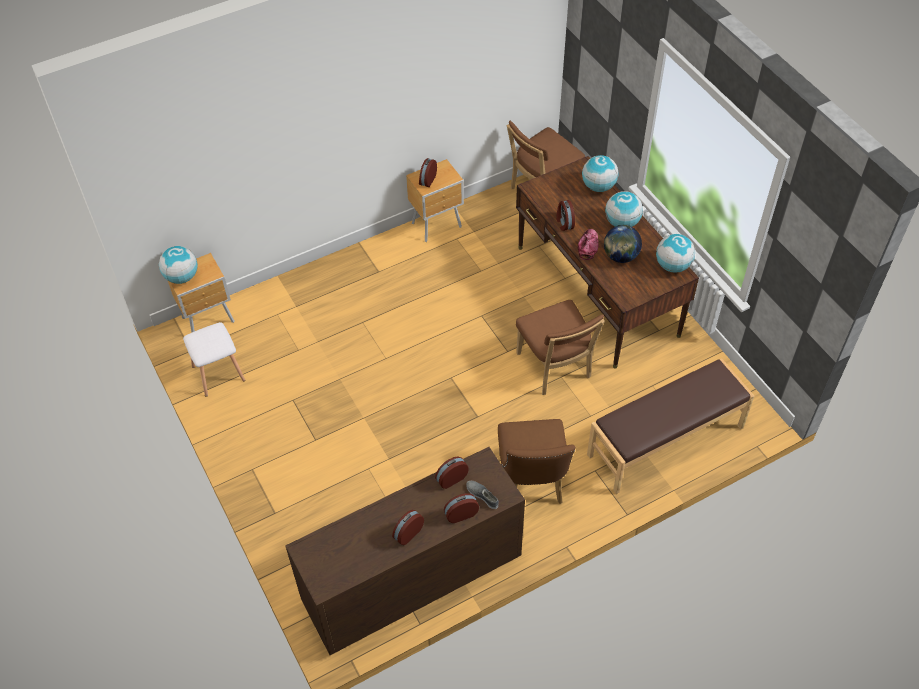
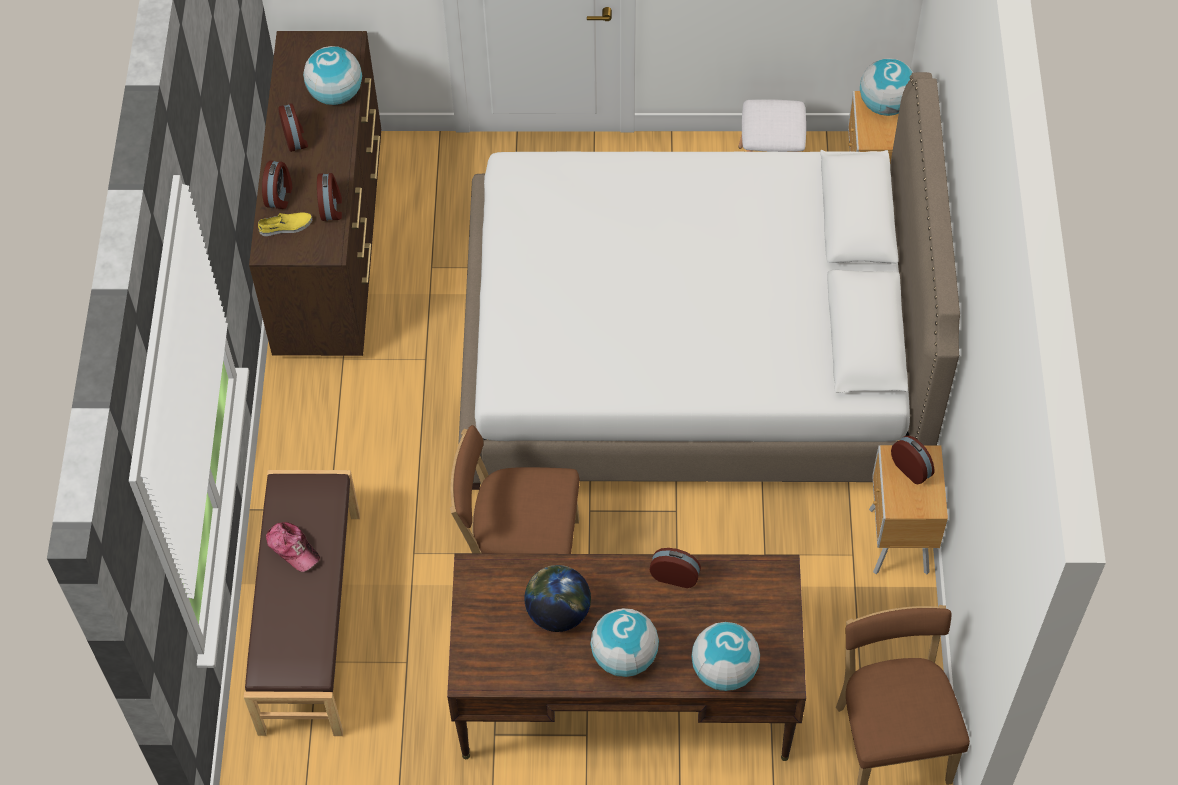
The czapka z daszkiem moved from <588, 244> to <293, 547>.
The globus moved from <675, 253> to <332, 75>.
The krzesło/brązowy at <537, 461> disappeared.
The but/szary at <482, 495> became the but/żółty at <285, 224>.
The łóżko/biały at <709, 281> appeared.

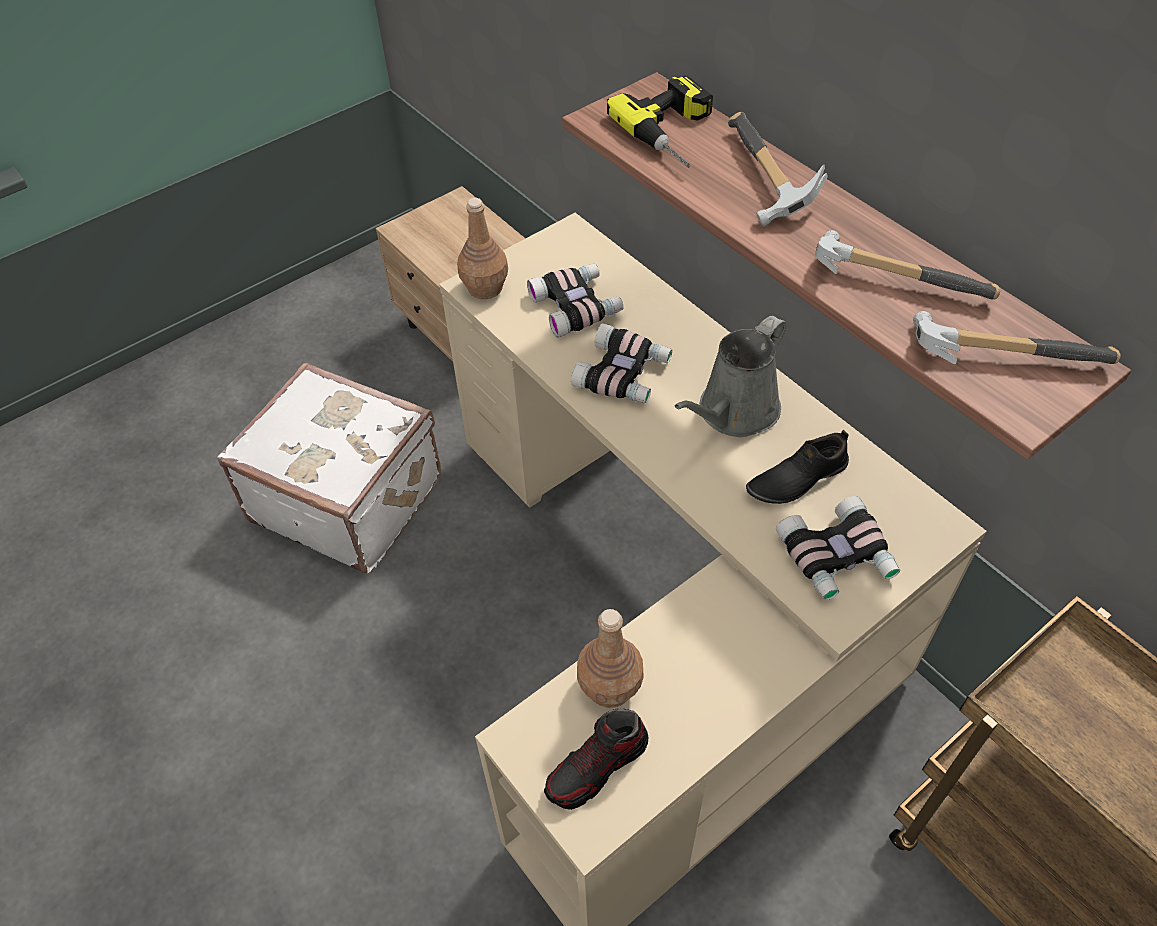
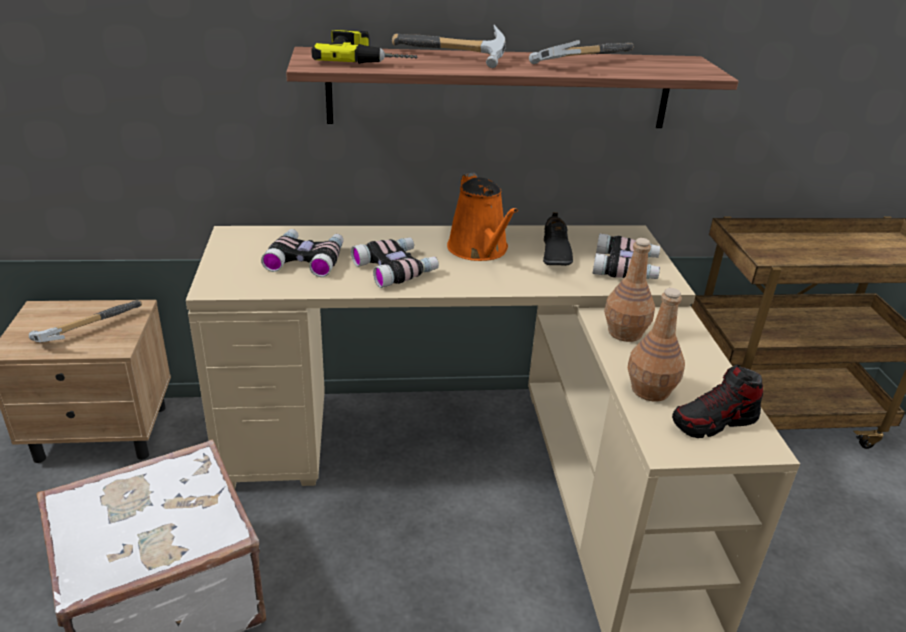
The butelka/brązowy moved from <482, 248> to <629, 290>.
The młotek moved from <1017, 337> to <85, 321>.
The konewka/szary at <730, 376> became the konewka/pomarańczowy at <482, 217>.
The but at <596, 759> turned 75 degrees clockwise.

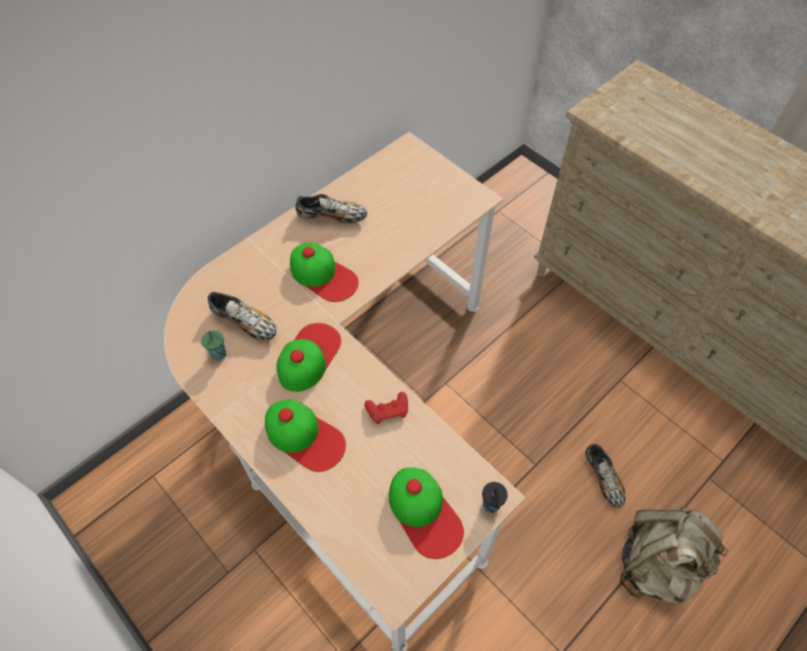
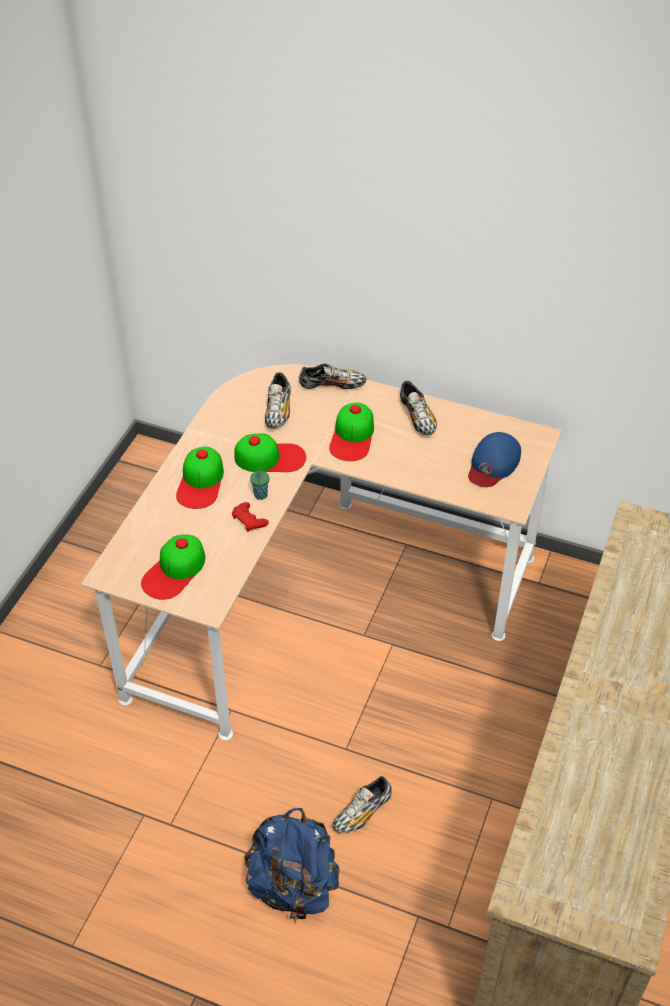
The filiżanka/zielony moved from <213, 345> to <259, 484>.
The filiżanka/czarny at <495, 497> disappeared.
The plecak/beżowy at <674, 555> became the plecak/niebieski at <291, 866>.
The but at <332, 376> appeared.
The czapka z daszkiem/niebieski at <494, 459> appeared.

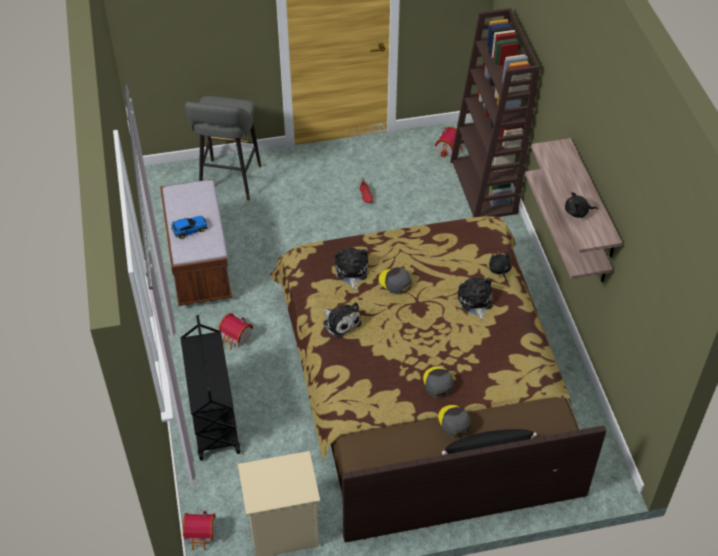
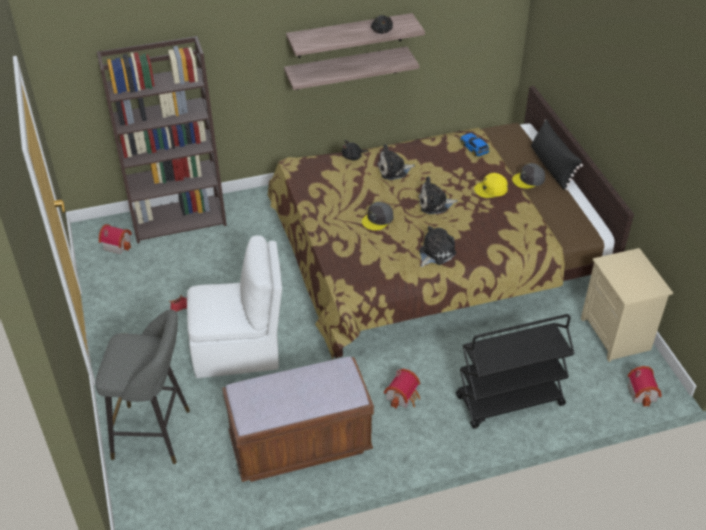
The samochodzik moved from <189, 227> to <474, 145>.
The pluszak moved from <351, 268> to <438, 195>.
The czapka z daszkiem/szary at <438, 382> became the czapka z daszkiem/żółty at <491, 185>.
The krzesło/biały at <234, 306> appeared.

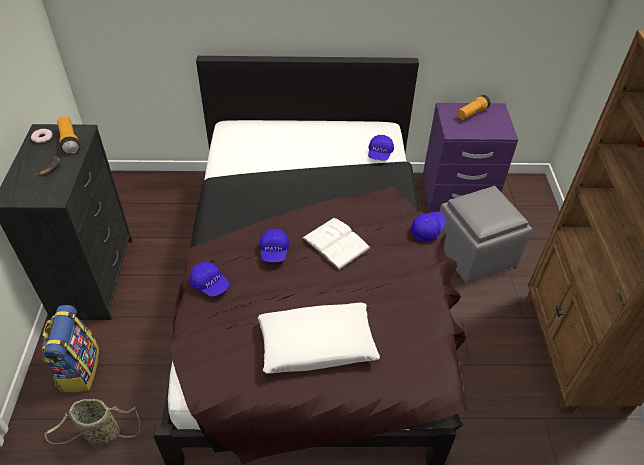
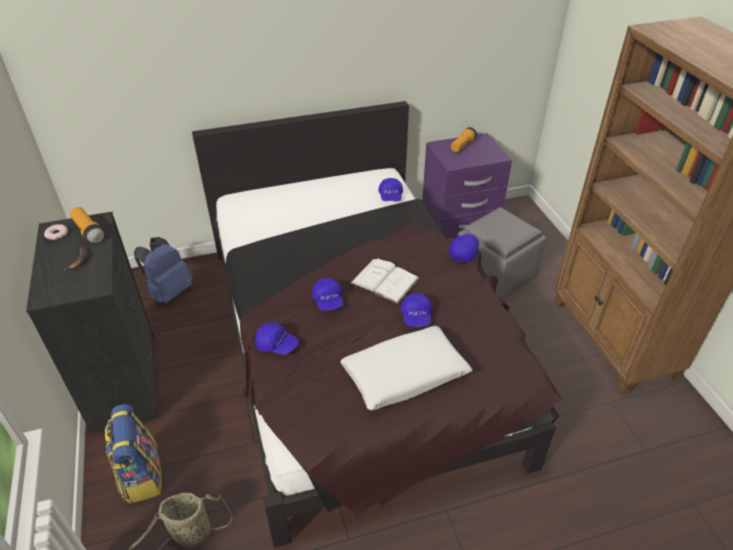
The plecak/niebieski at <163, 270> appeared.
The czapka z daszkiem/niebieski at <416, 310> appeared.

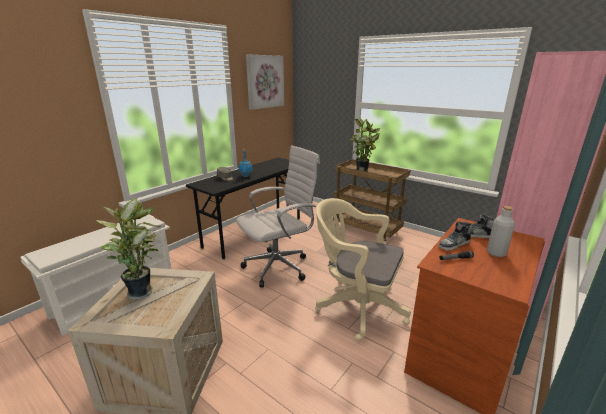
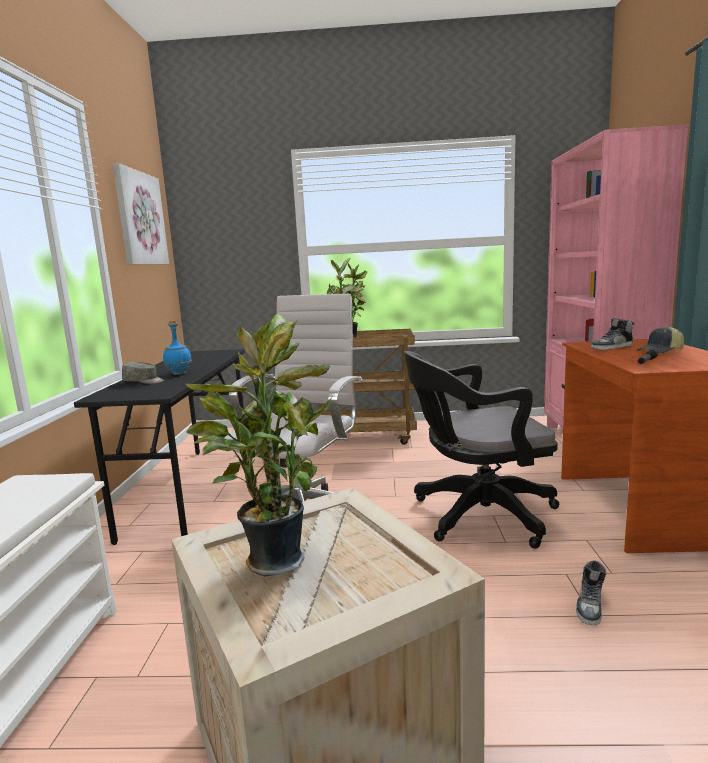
The krzesło biurowe/beżowy at <363, 269> became the krzesło biurowe/czarny at <481, 450>.
The butelka/szary at <501, 231> was replaced by the czapka z daszkiem at <660, 339>.
The but moved from <456, 236> to <591, 593>.

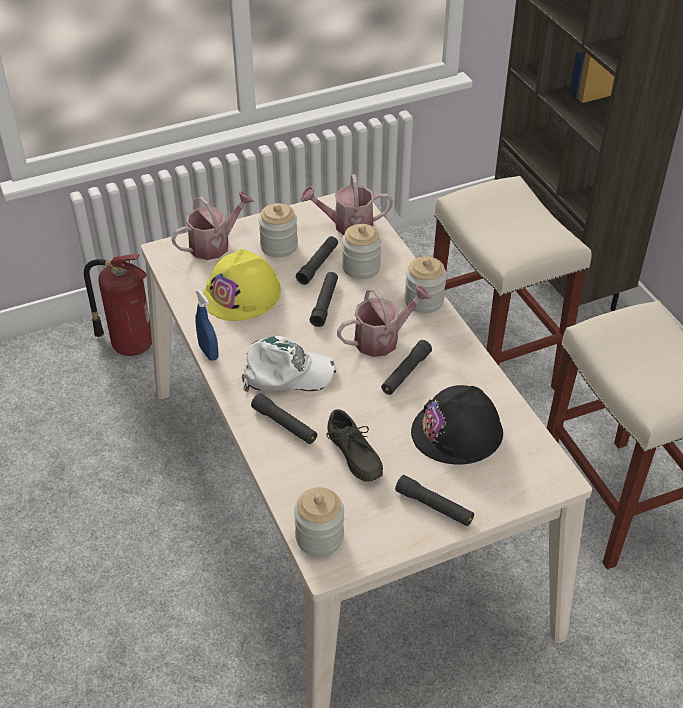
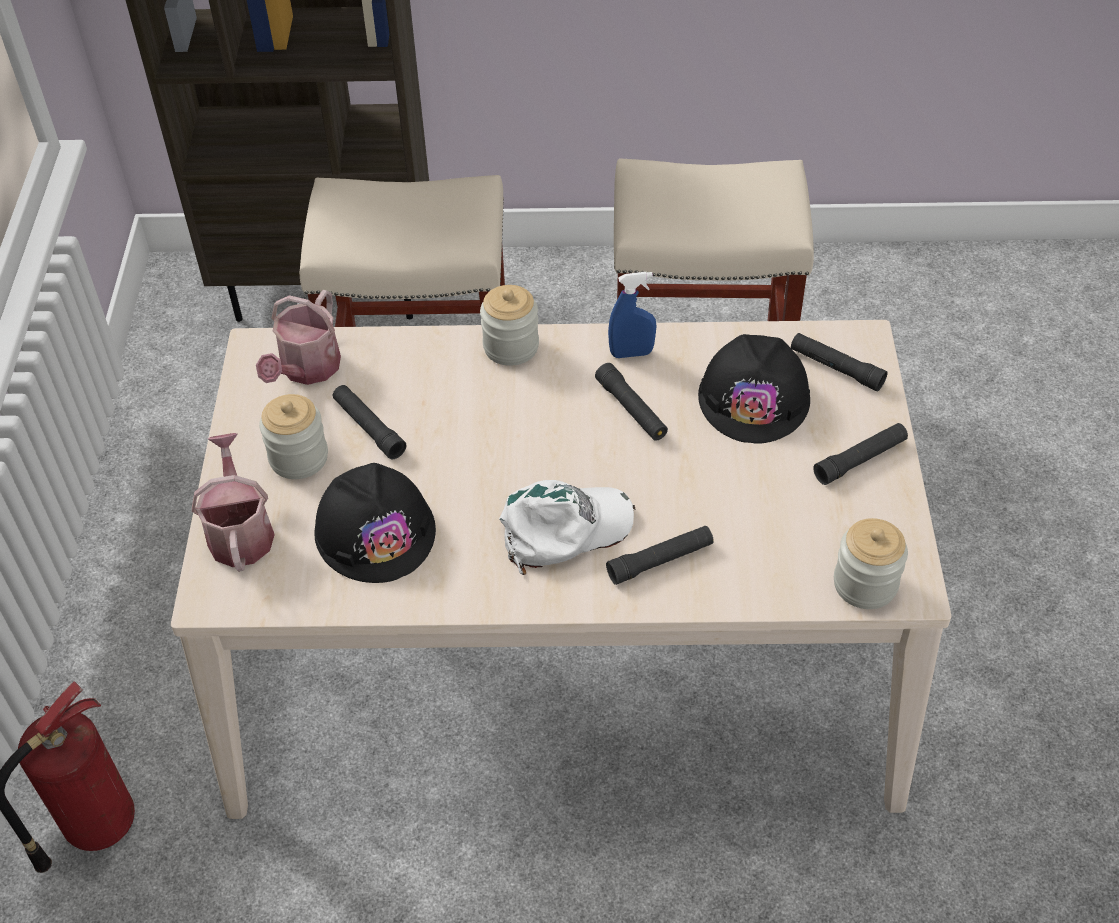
The słoik at <362, 251> disappeared.
The kask/żółty at <242, 285> became the kask/czarny at <375, 523>.
The latarka/czarny moved from <324, 299> to <839, 362>.
The konewka at <384, 321> disappeared.
The spryskiwacz/niebieski moved from <207, 325> to <632, 315>.
The czapka z daszkiem/biały at <289, 364> turned 45 degrees clockwise.
The but/szary at <354, 445> disappeared.

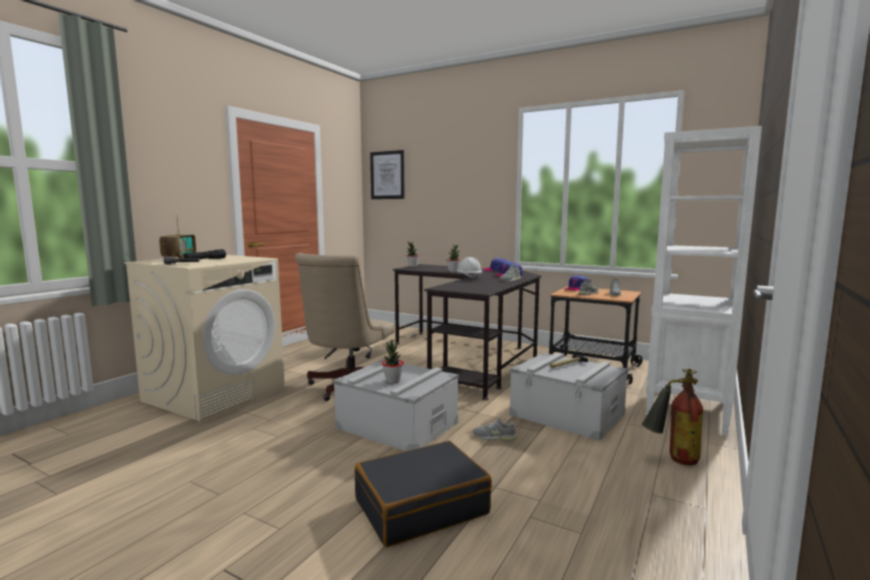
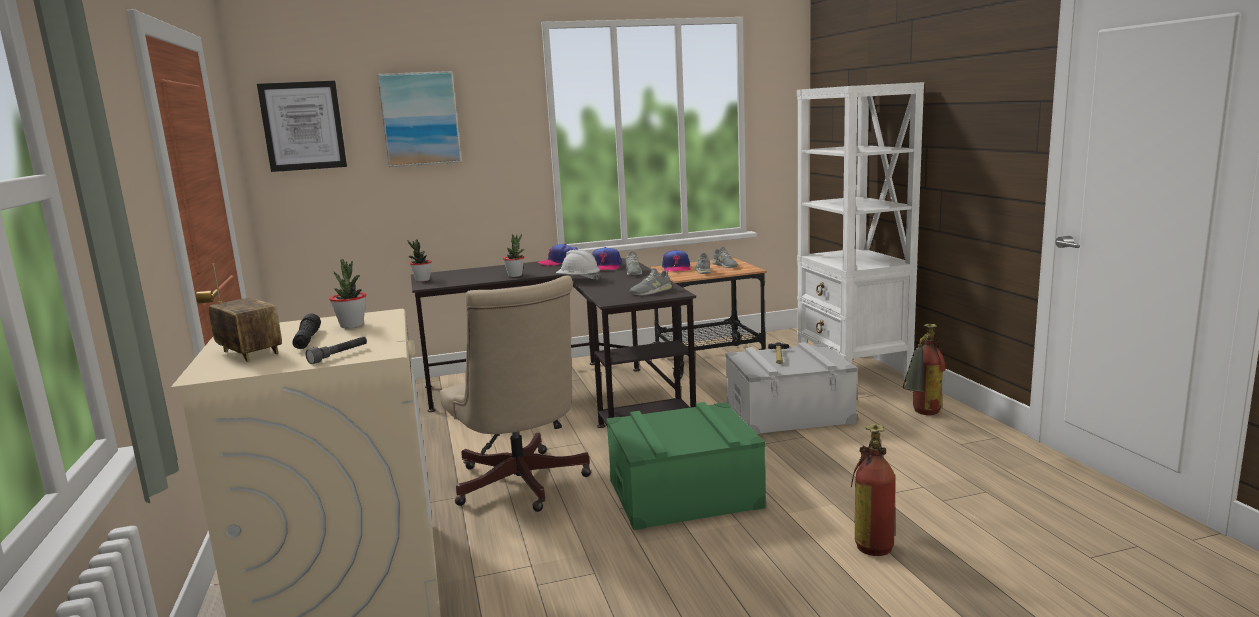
The roślina doniczkowa moved from <393, 361> to <347, 293>.
The pojemnik do przechowywania/szary at <396, 405> became the pojemnik do przechowywania/zielony at <686, 466>.
The but/szary moved from <495, 429> to <650, 282>.
The walizka/czarny at <423, 494> was replaced by the gaśnica at <873, 490>.
The obraz at <419, 119> appeared.

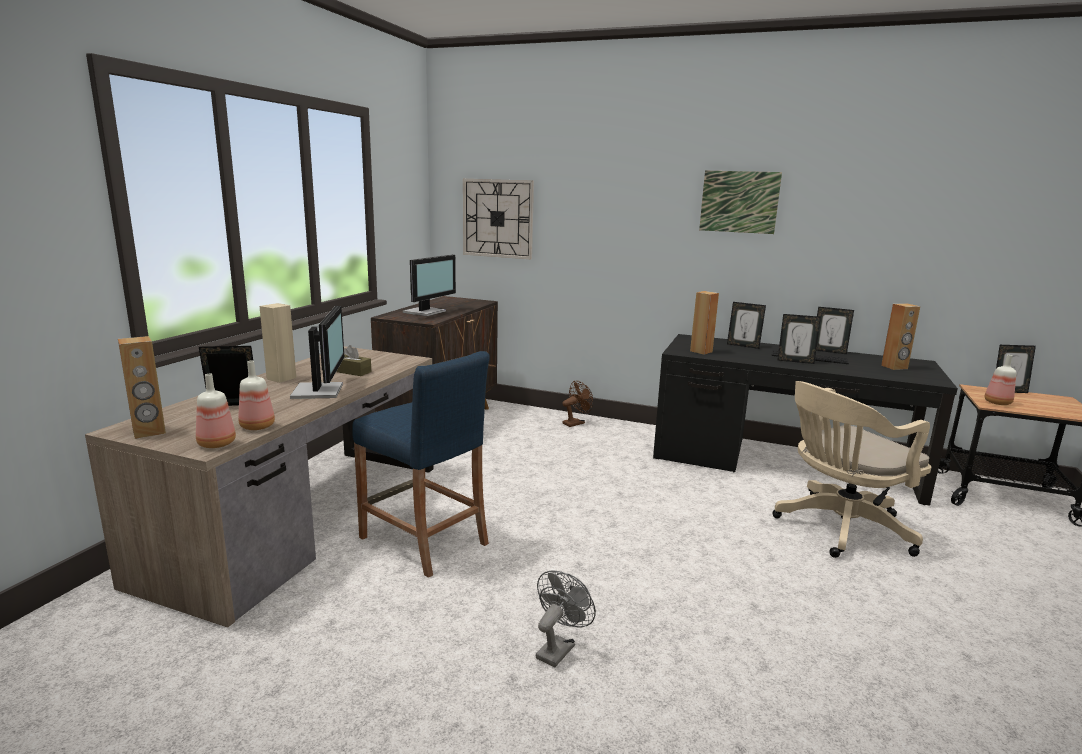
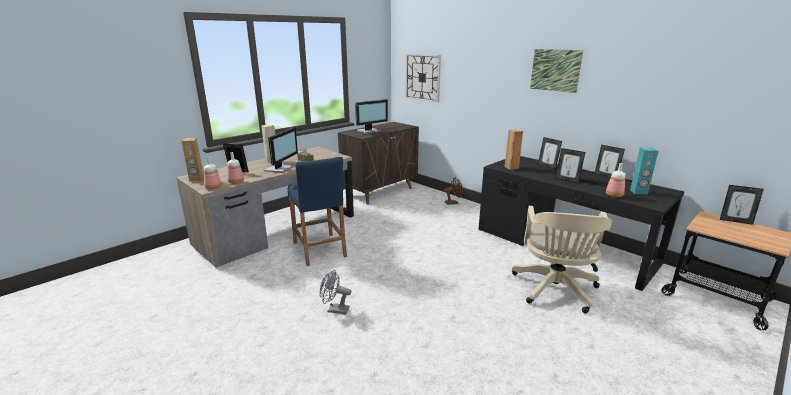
The głośnik/brązowy at <900, 336> became the głośnik/turkusowy at <644, 171>.
The butelka moved from <1000, 380> to <616, 180>.
The krzesło biurowe/beżowy at <851, 469> turned 75 degrees counterclockwise.
The wentylator/szary at <566, 618> turned 135 degrees counterclockwise.

